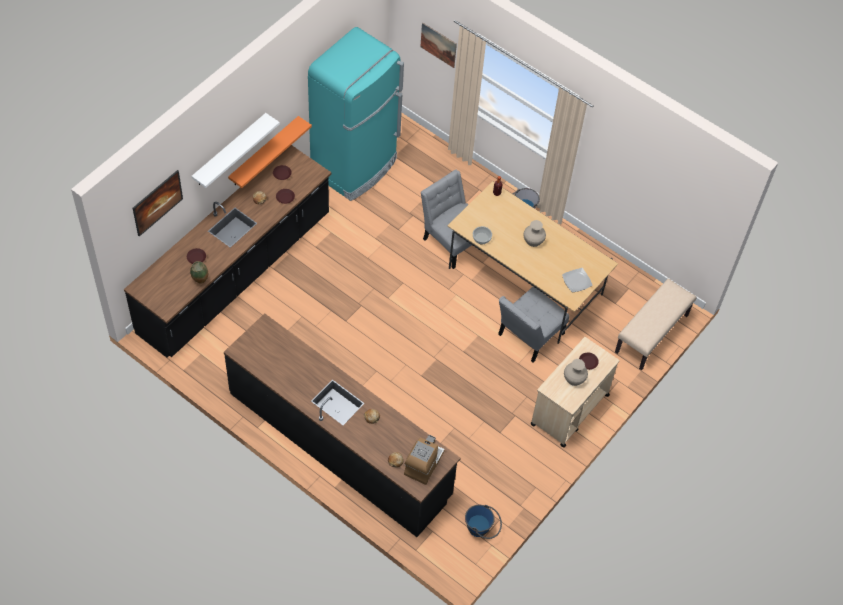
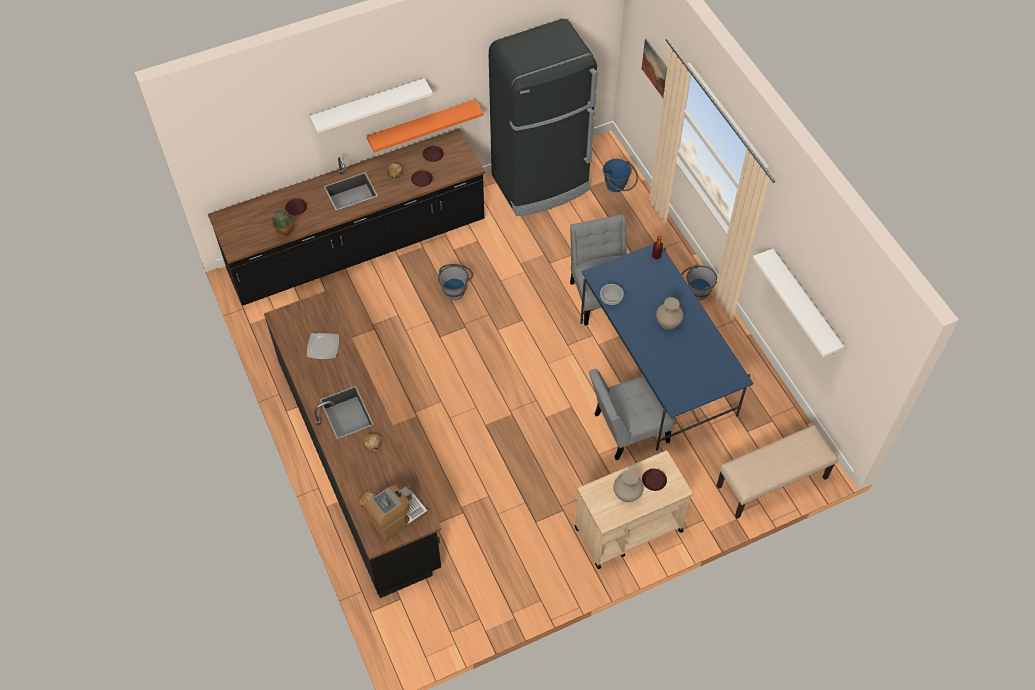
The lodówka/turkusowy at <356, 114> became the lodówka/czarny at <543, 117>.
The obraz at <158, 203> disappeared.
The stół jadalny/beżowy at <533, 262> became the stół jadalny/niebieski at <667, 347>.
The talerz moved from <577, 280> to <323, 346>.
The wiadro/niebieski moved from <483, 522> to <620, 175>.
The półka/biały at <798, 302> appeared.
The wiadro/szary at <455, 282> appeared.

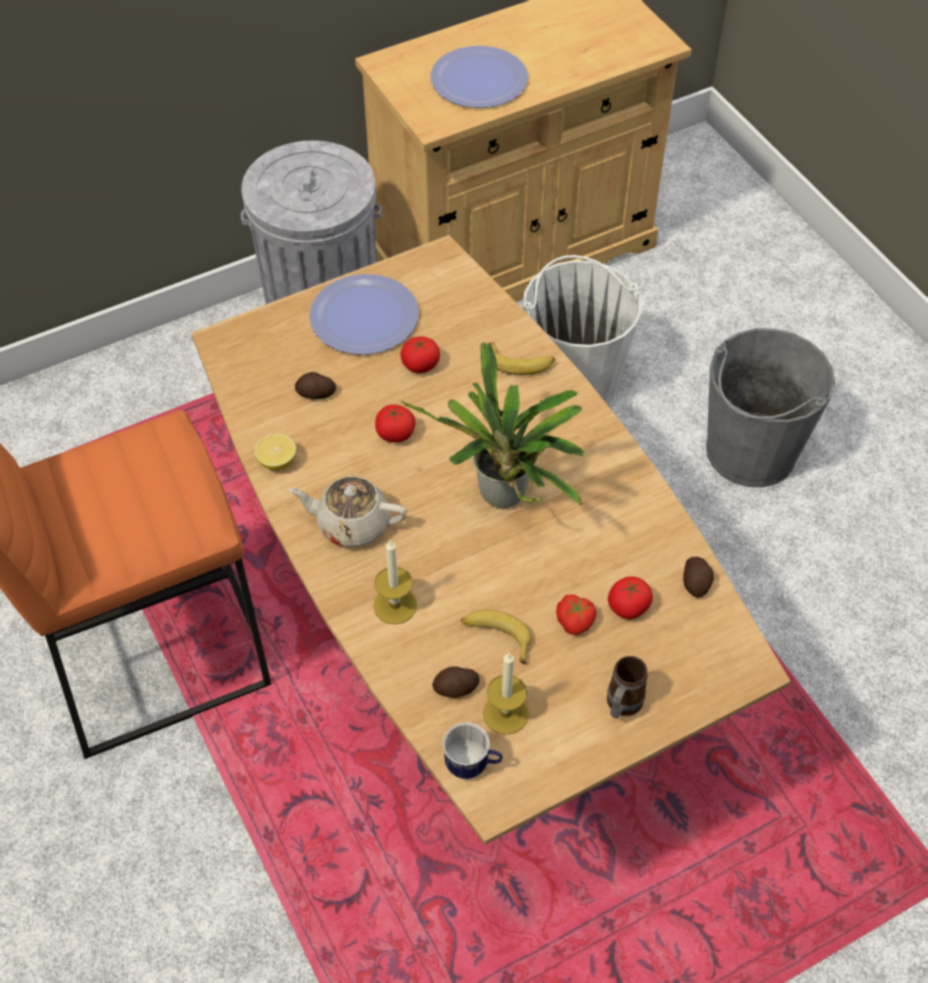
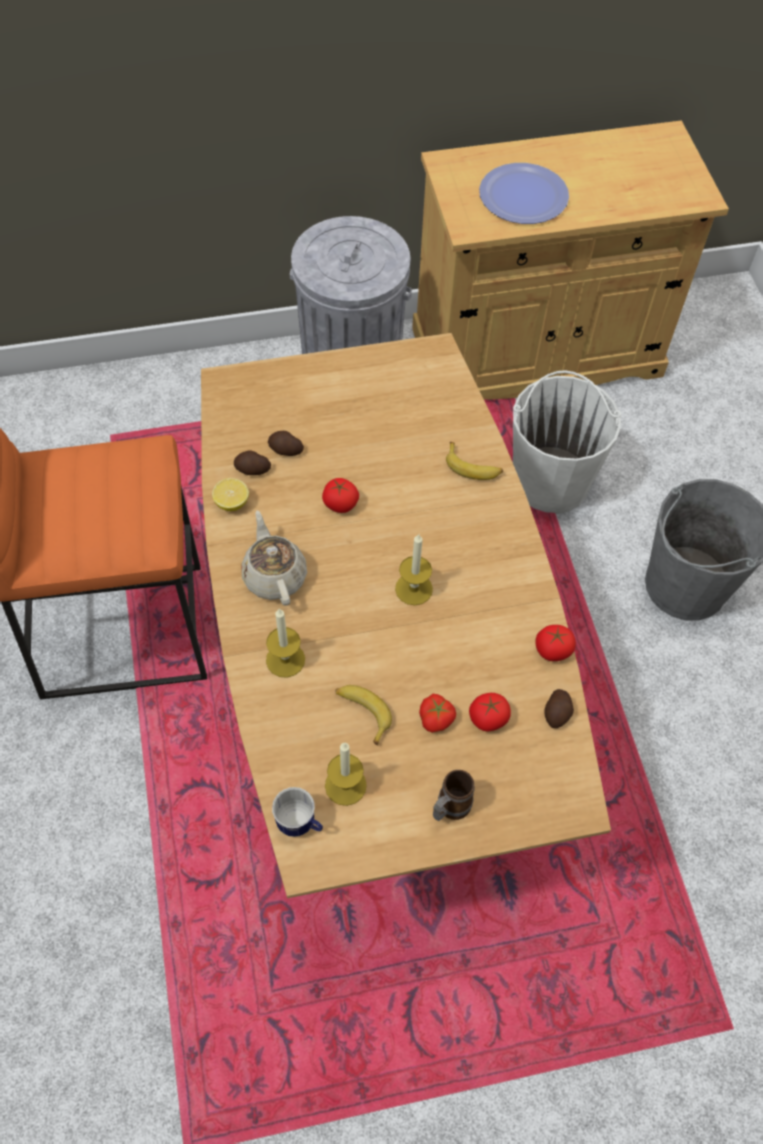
The talerz at <364, 314> disappeared.
The pomidor moved from <420, 354> to <556, 643>.
The roślina doniczkowa at <493, 425> was replaced by the świeca at <414, 569>.
The imbryk/beżowy at <347, 511> turned 45 degrees clockwise.
The ziemniak moved from <456, 682> to <252, 463>.

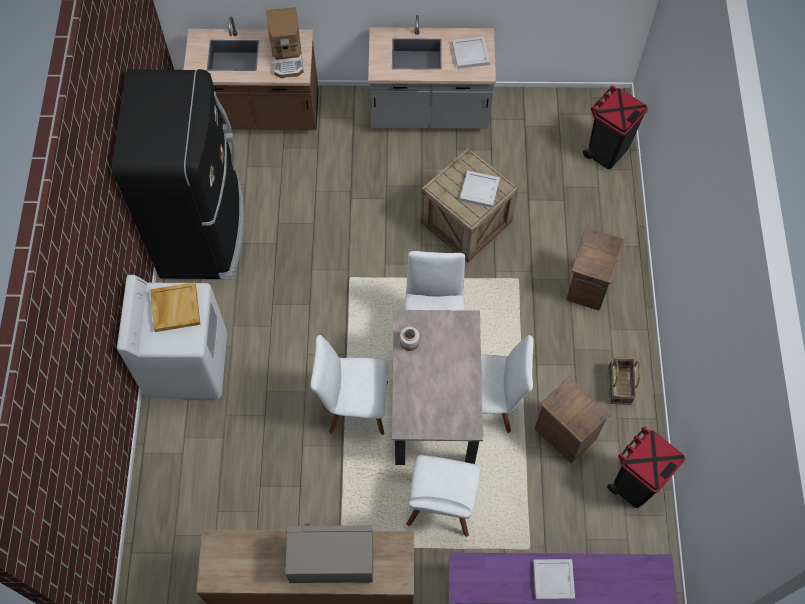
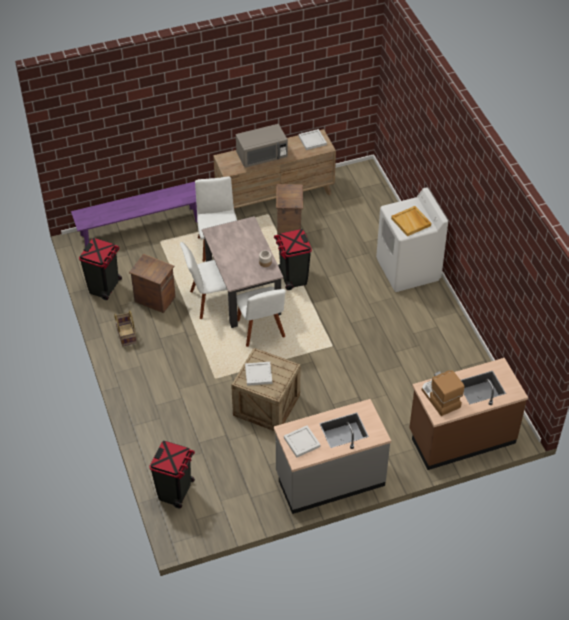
The lodówka/czarny at <178, 174> disappeared.
The skrzynka moved from <596, 269> to <289, 209>.
The krzesło/biały at <349, 385> was replaced by the kosz na śmieci/czarny at <293, 259>.
The taca/biały moved from <554, 579> to <312, 139>.

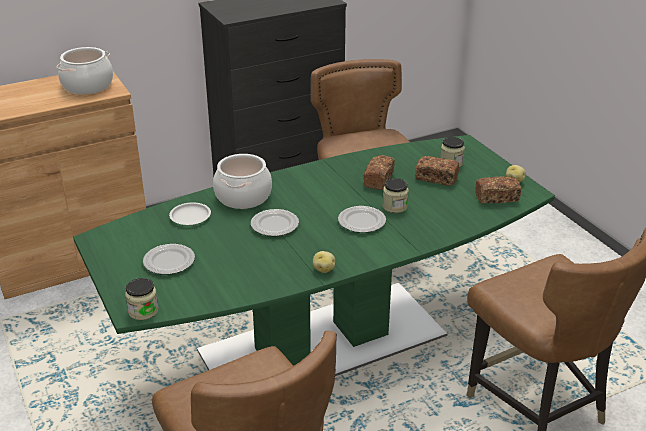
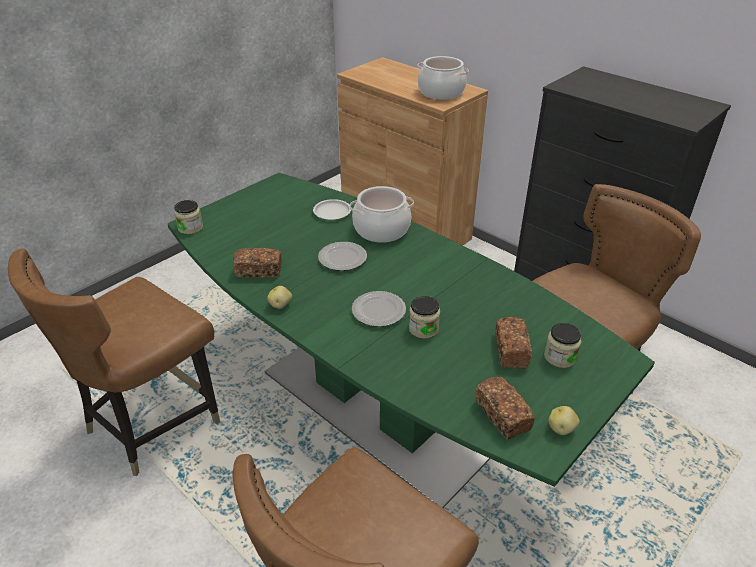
The chleb moved from <379, 172> to <257, 263>.
The talerz at <169, 259> disappeared.

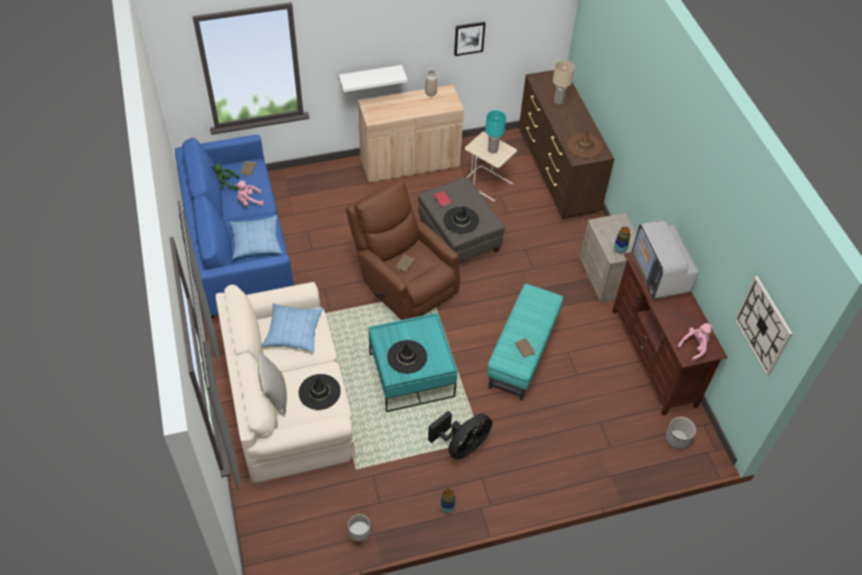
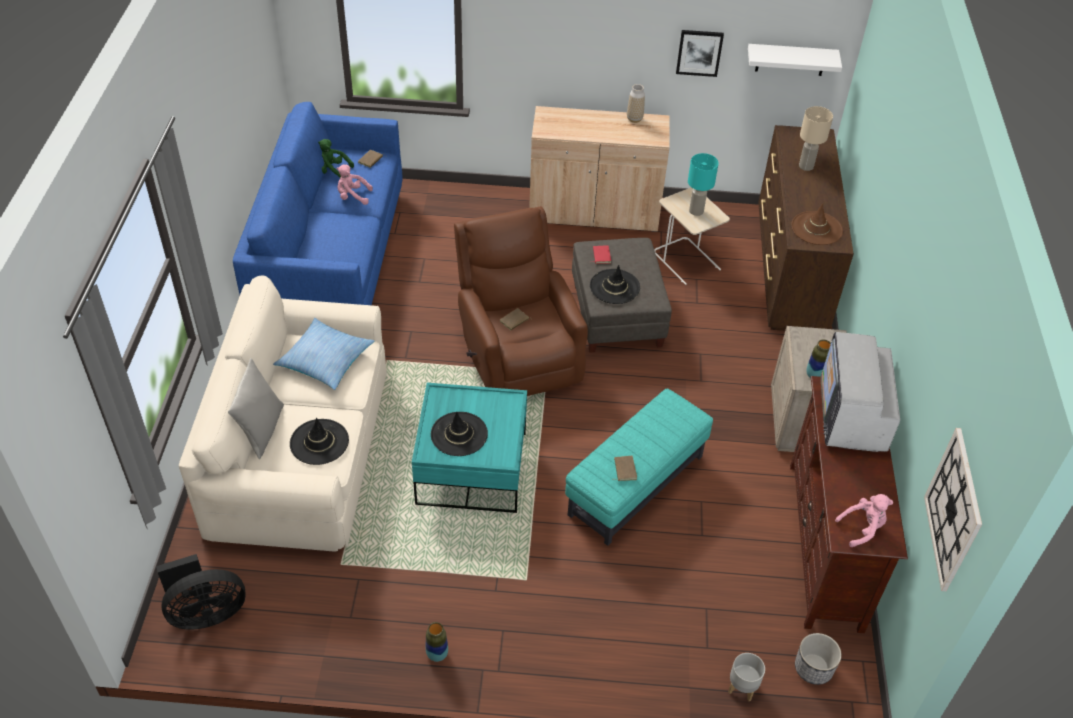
The półka/biały moved from <373, 78> to <795, 60>.
The poduszka at <255, 237> disappeared.
The wentylator/czarny moved from <460, 435> to <201, 592>.
The donica/szary moved from <359, 529> to <746, 677>.

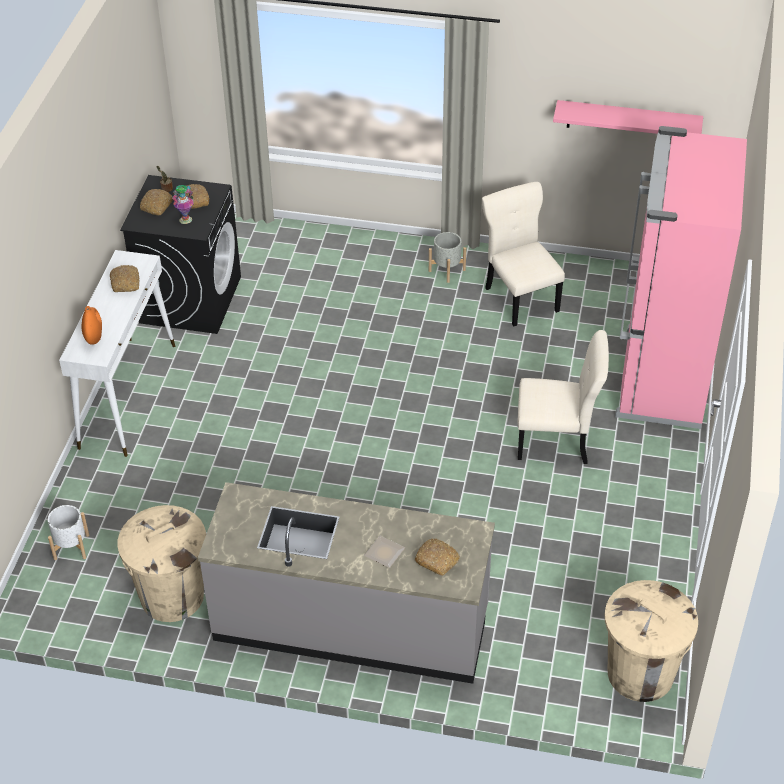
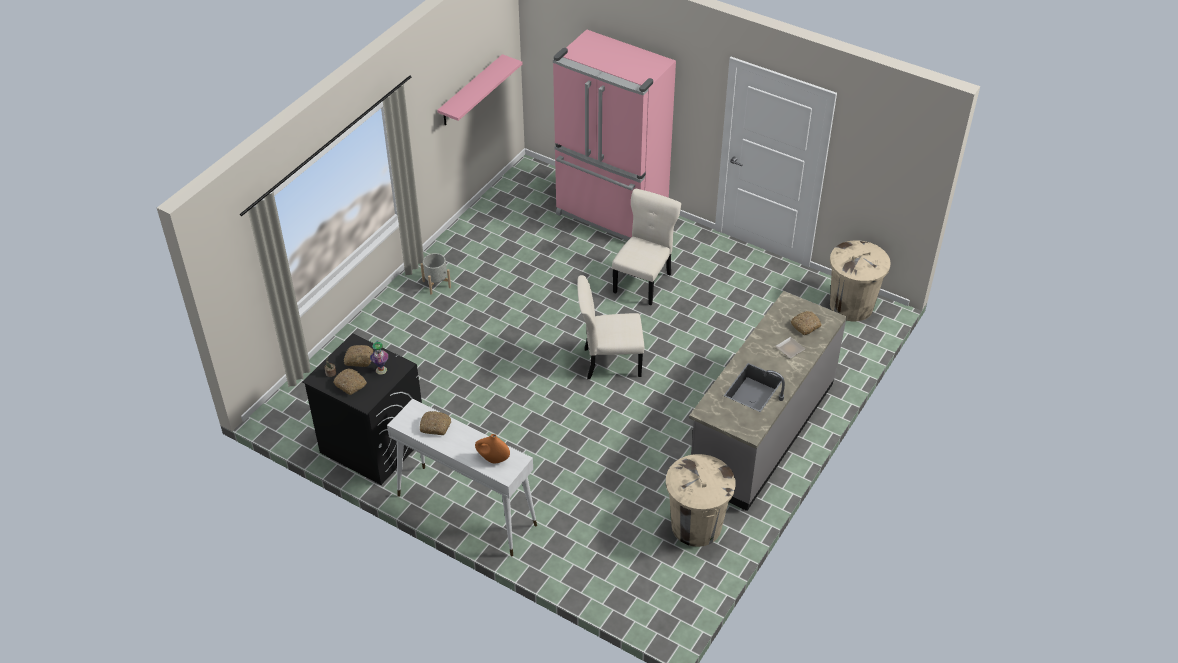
The krzesło/beżowy moved from <523, 254> to <610, 327>.
The donica/biały at <68, 532> disappeared.

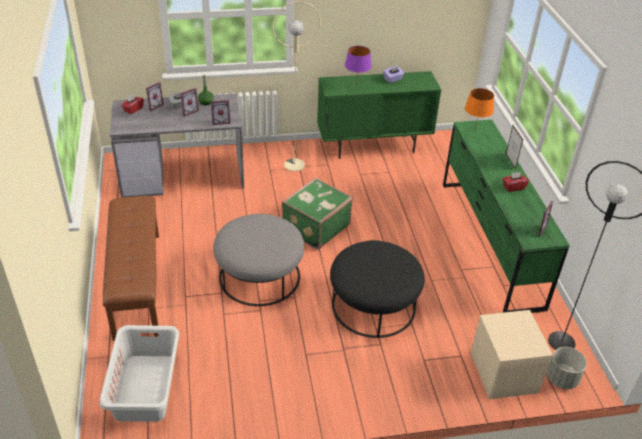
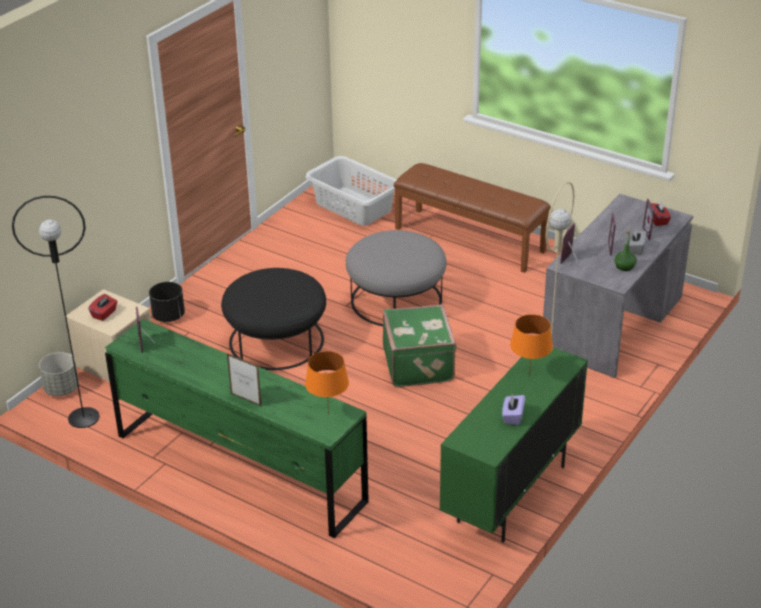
The lampa stołowa/fioletowy at <358, 66> became the lampa stołowa/pomarańczowy at <531, 345>.
The pudełko chusteczek/czerwony moved from <516, 182> to <103, 307>.
The donica/czarny at <167, 302> appeared.

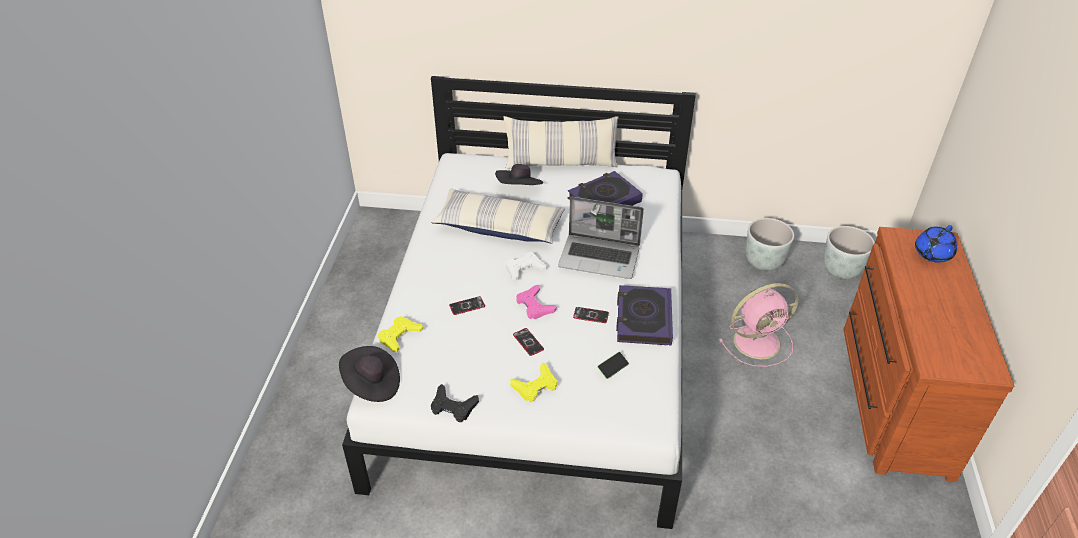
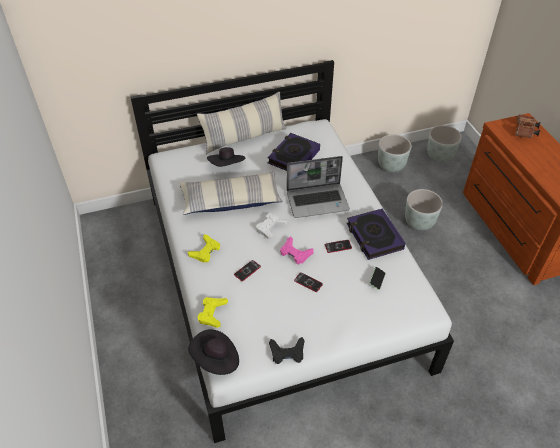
The imbryk/niebieski at <936, 244> was replaced by the lornetka/brązowy at <527, 127>.
The wentylator/różowy at <758, 325> was replaced by the donica/szary at <424, 209>.
The pad do gier/żółty moved from <534, 382> to <204, 248>.

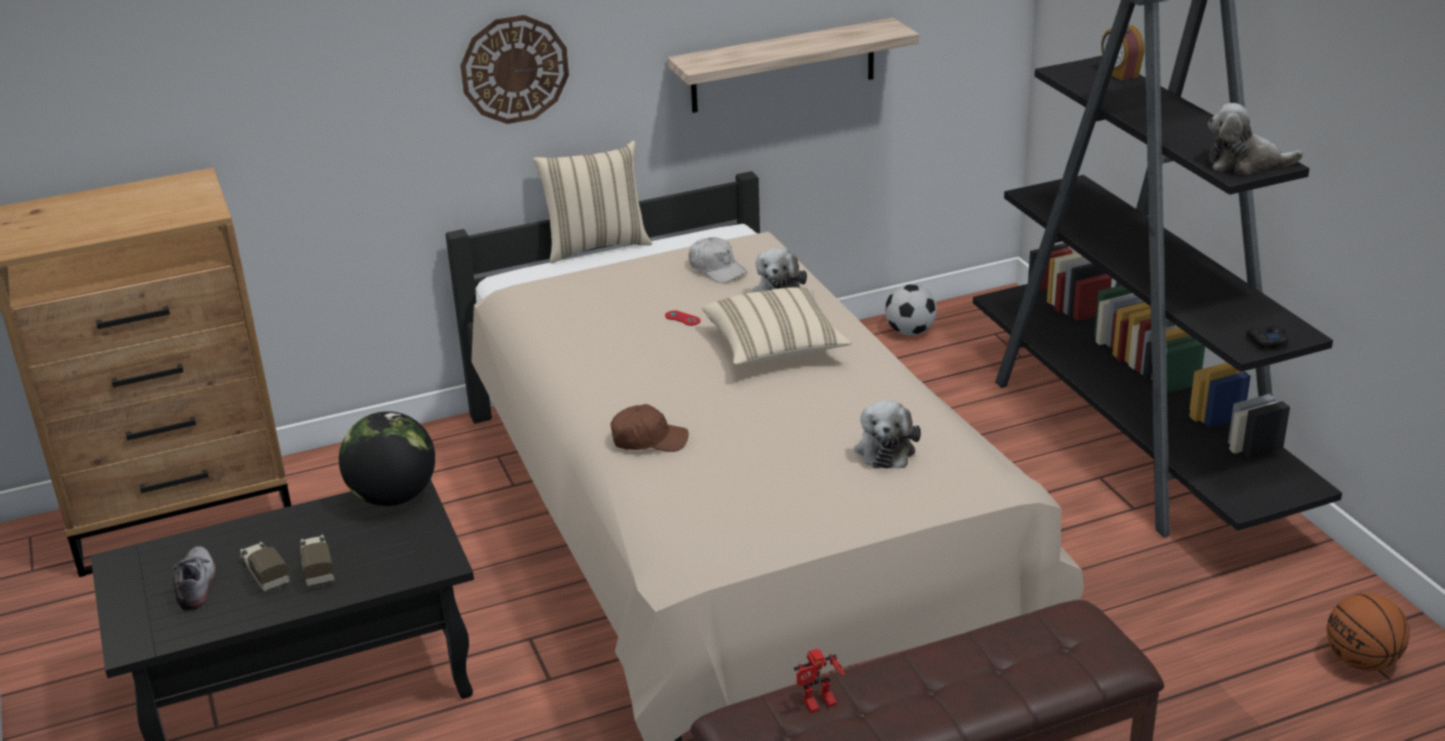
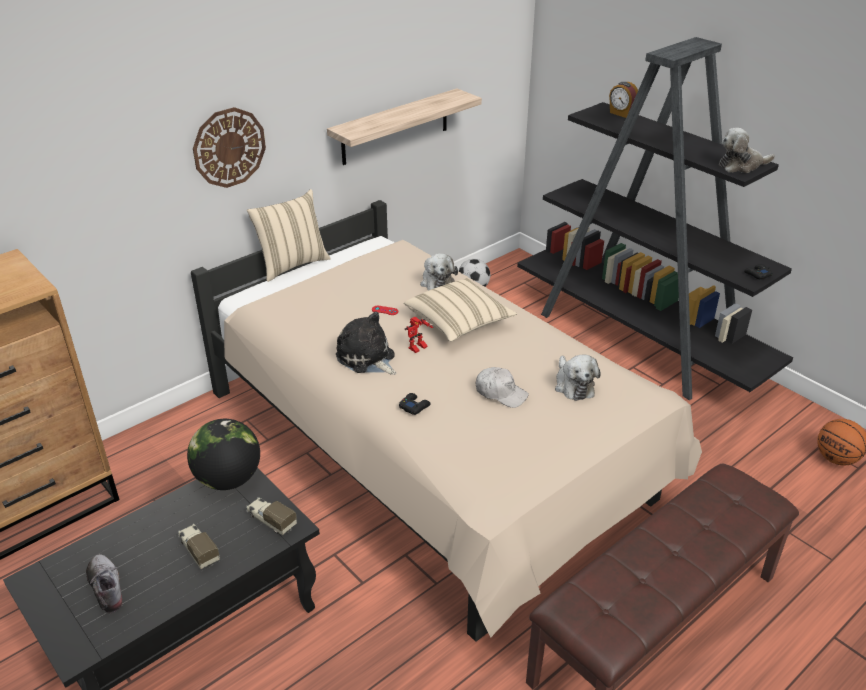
The czapka z daszkiem/biały moved from <718, 260> to <502, 387>.
The czapka z daszkiem/brązowy at <650, 428> was replaced by the pad do gier/czarny at <415, 404>.
The ciężarówka zabawkowa moved from <265, 566> to <271, 516>.
The robot zabawkowy moved from <819, 681> to <419, 335>.
The pluszak at <366, 343> appeared.

